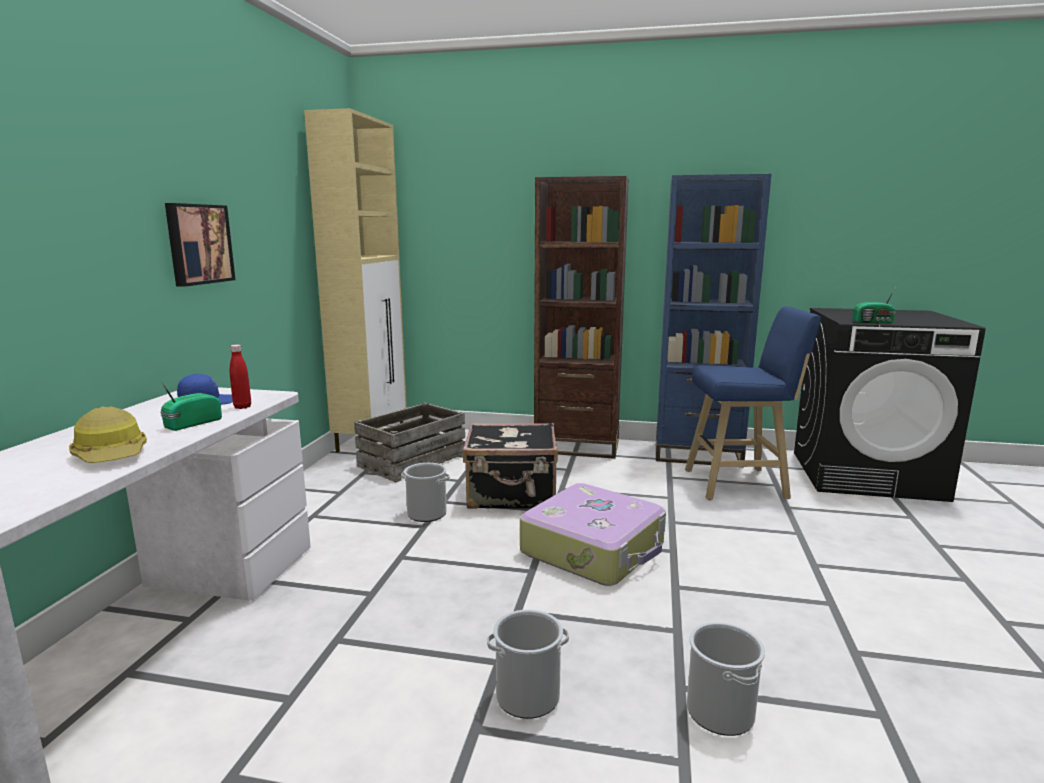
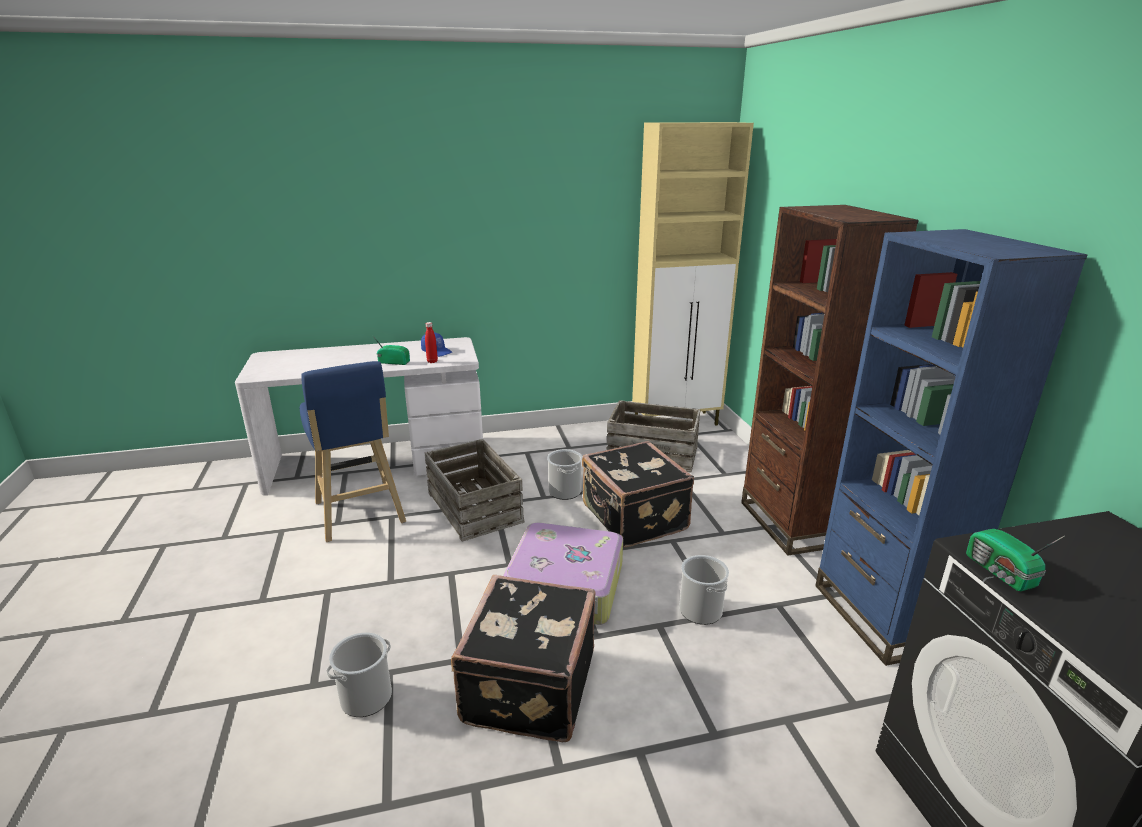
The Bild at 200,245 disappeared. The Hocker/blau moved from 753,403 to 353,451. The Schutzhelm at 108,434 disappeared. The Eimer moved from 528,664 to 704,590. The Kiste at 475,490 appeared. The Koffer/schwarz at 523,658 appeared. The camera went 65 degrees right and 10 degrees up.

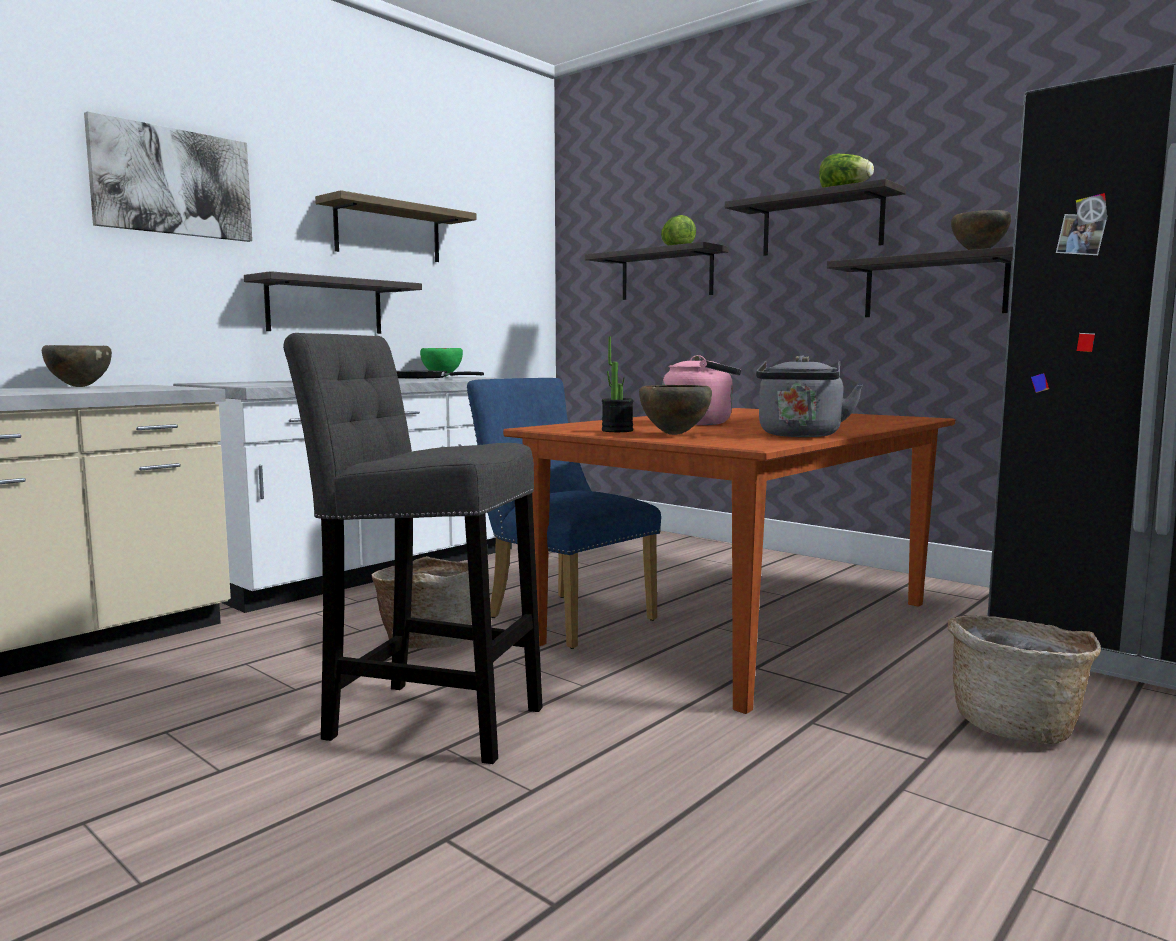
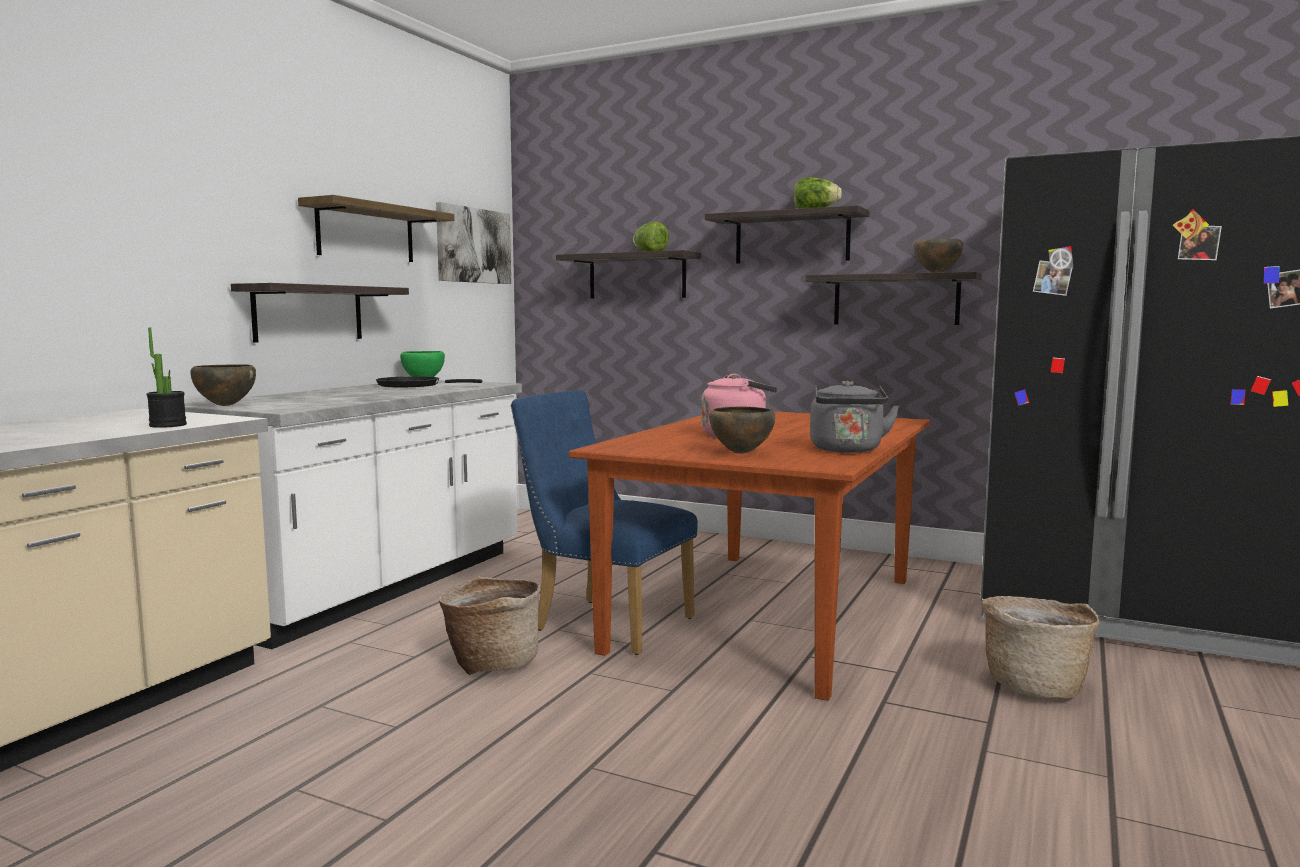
The Bild moved from 168,176 to 473,243. The Hocker/grau at 412,548 disappeared. The Topfpflanze moved from 618,384 to 167,378. The Schüssel/braun moved from 77,366 to 223,385. The camera went 15 degrees left and 0 degrees up.

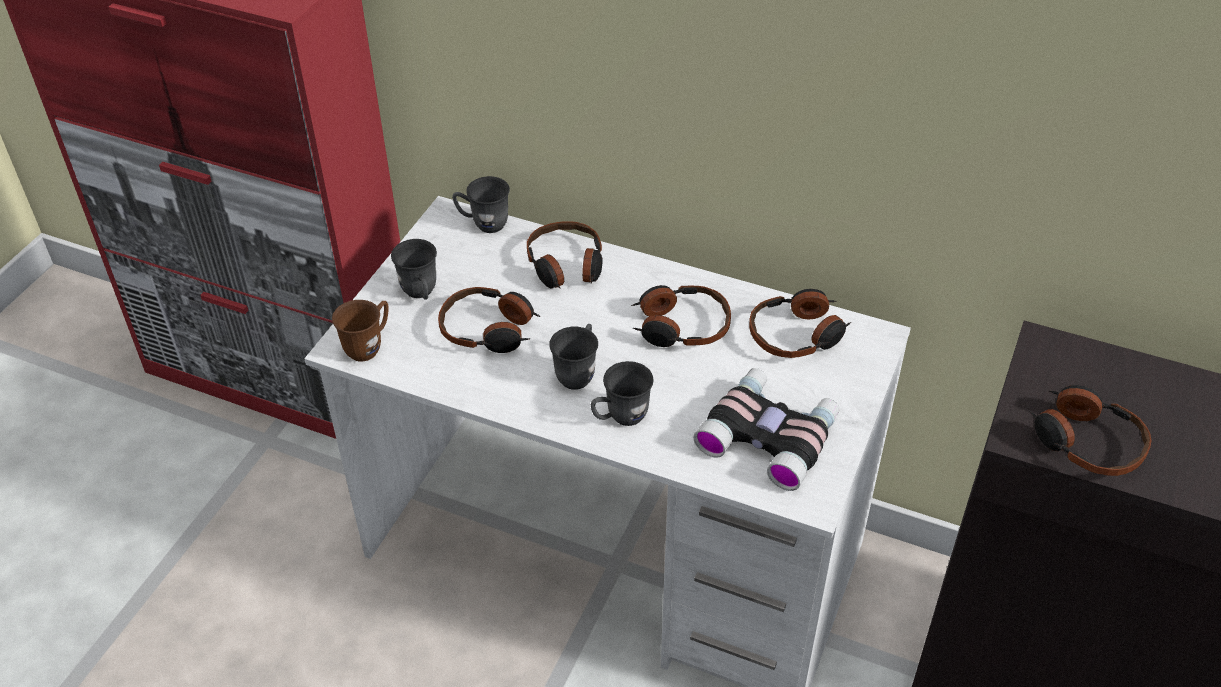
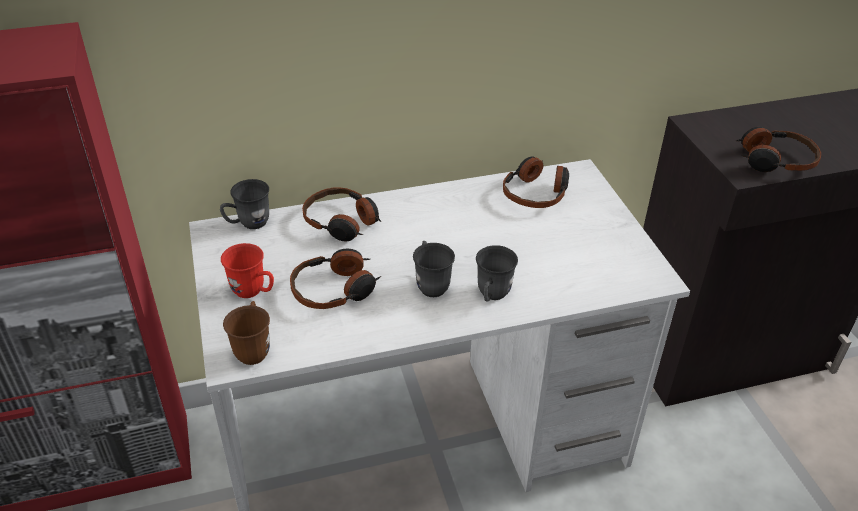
The Henkelbecher/grau at 414,269 became the Henkelbecher/rot at 247,270. The Kopfhörer at 681,316 disappeared. The Fernglas at 766,429 disappeared. The camera went 40 degrees left and 5 degrees down.

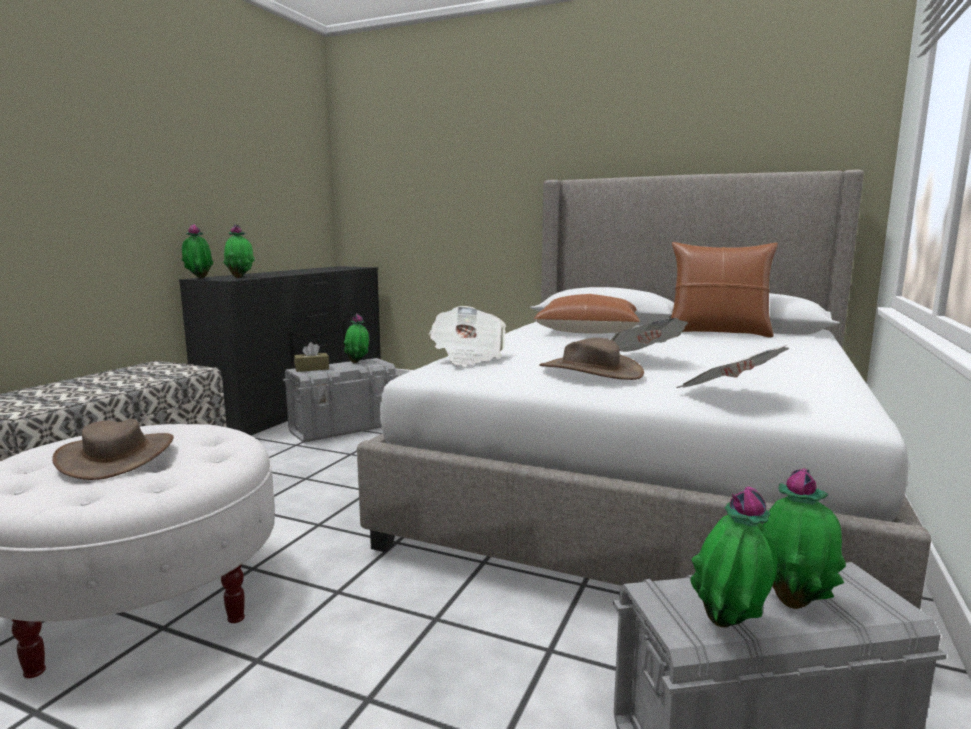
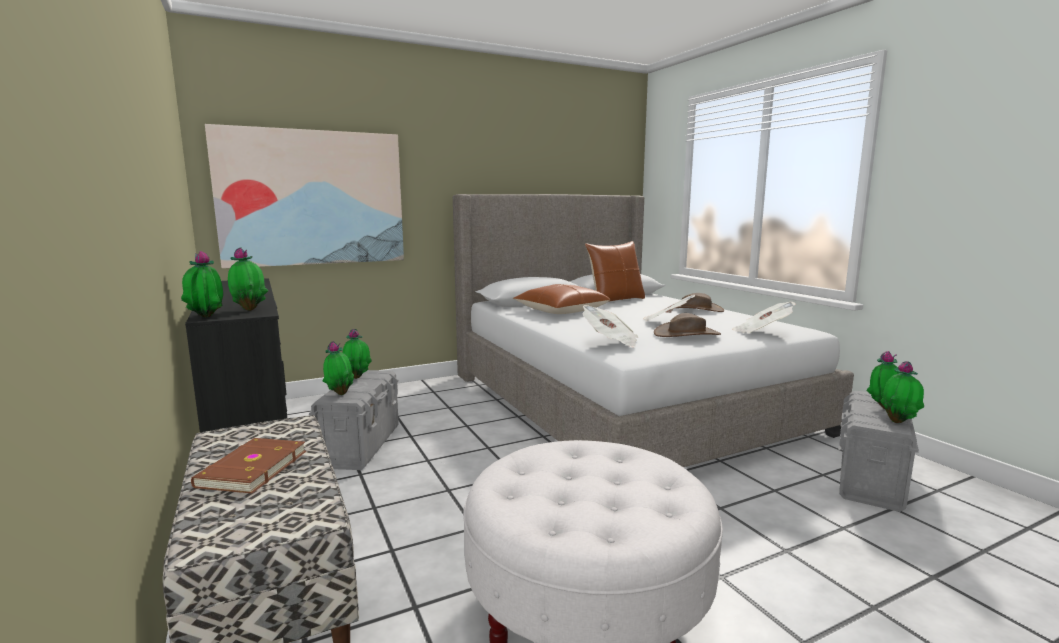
The Taschentuchbox/braun at 311,357 was replaced by the Topfpflanze at 338,368. The Hut/braun moved from 113,449 to 700,302. The Bild at 304,196 appeared. The Buch/braun at 248,466 appeared. The camera went 50 degrees left and 0 degrees up.

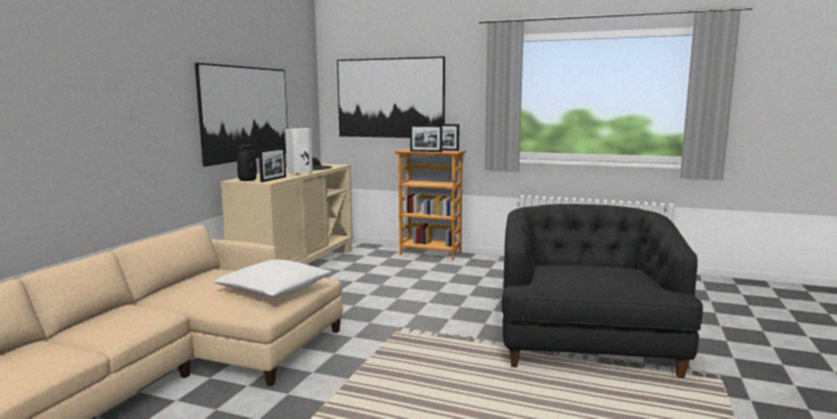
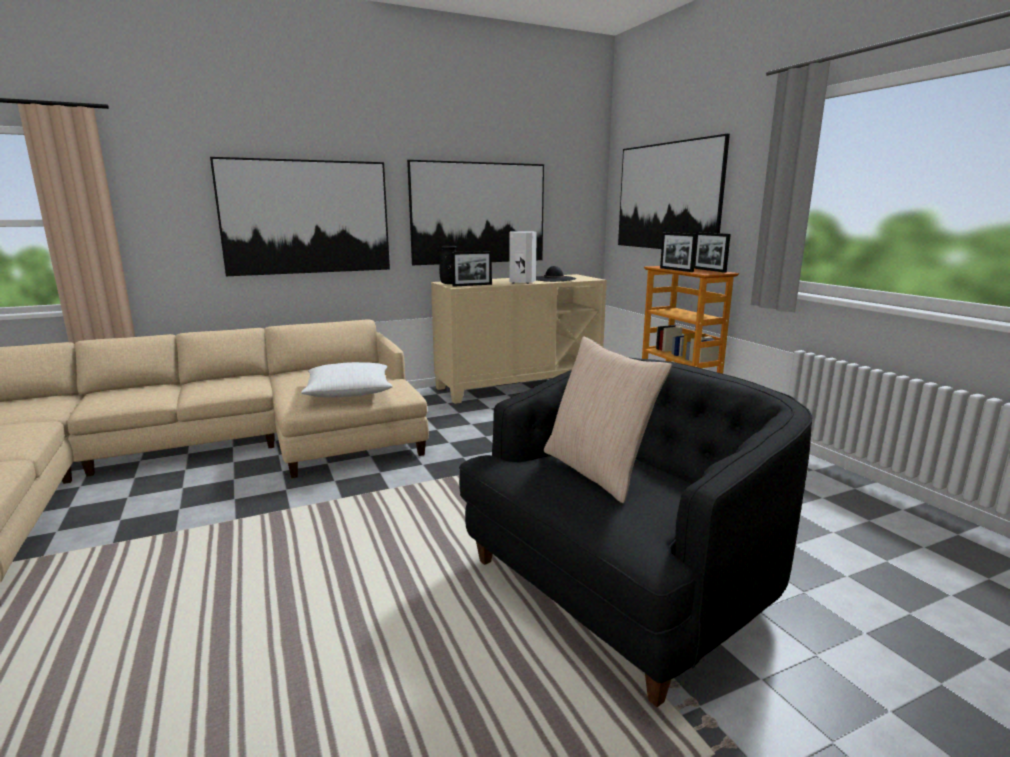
The Bild at 300,216 appeared. The Kissen/beige at 608,419 appeared. The camera went 45 degrees right and 5 degrees up.

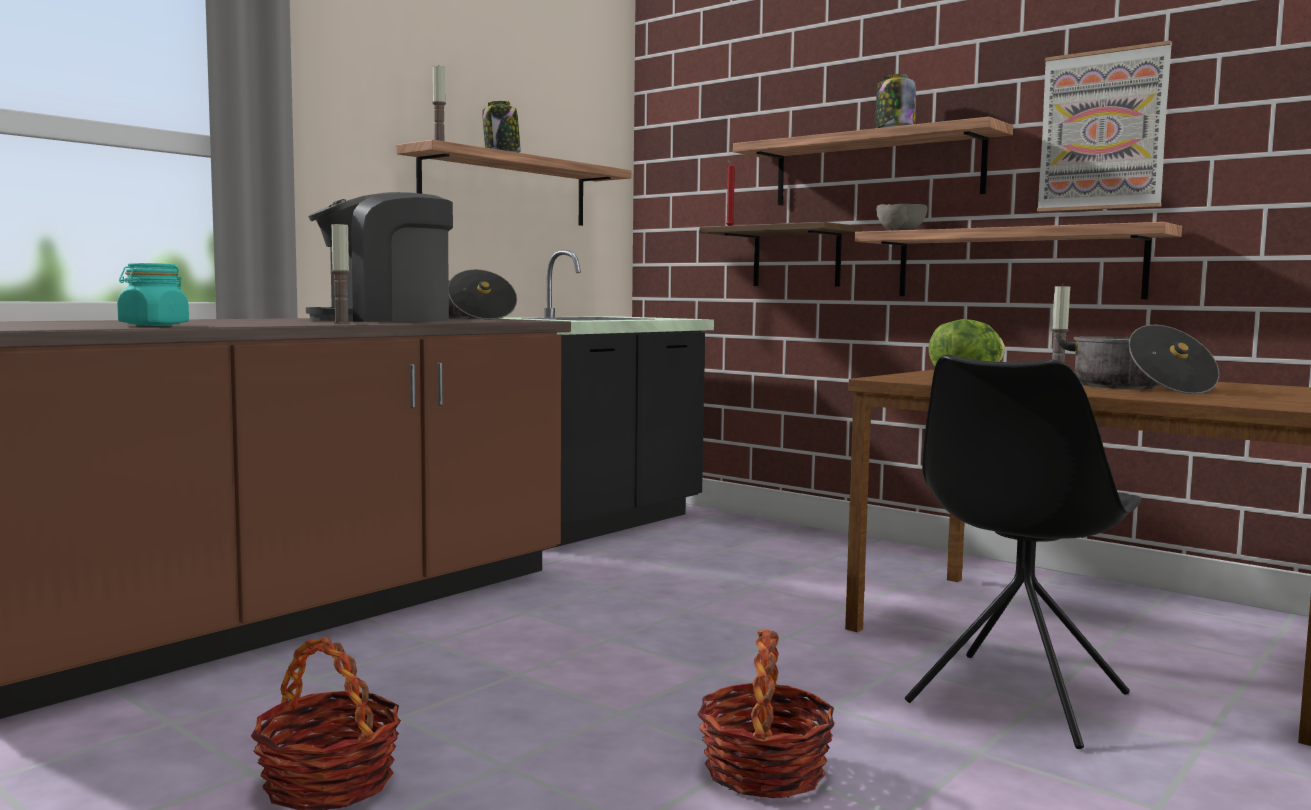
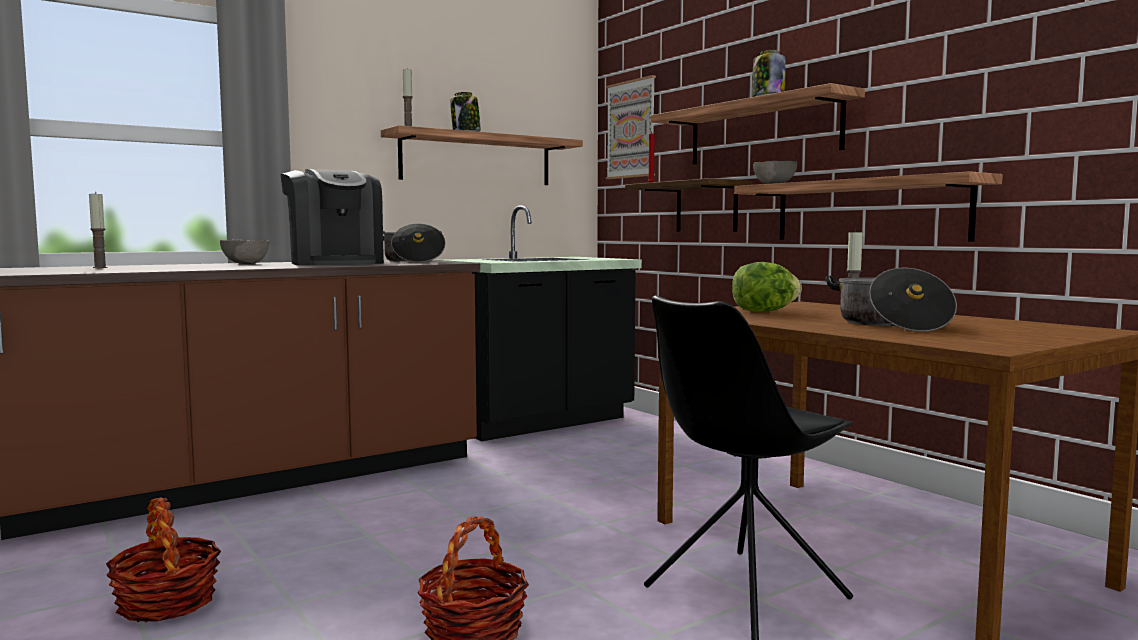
The Bild moved from 1104,126 to 631,127. The Kaffeemaschine at 379,257 turned 105 degrees counterclockwise. The Kerze moved from 341,272 to 98,230. The Vorratsglas/türkis at 153,294 disappeared. The Schüssel/grau at 244,252 appeared. The camera went 15 degrees right and 0 degrees up.

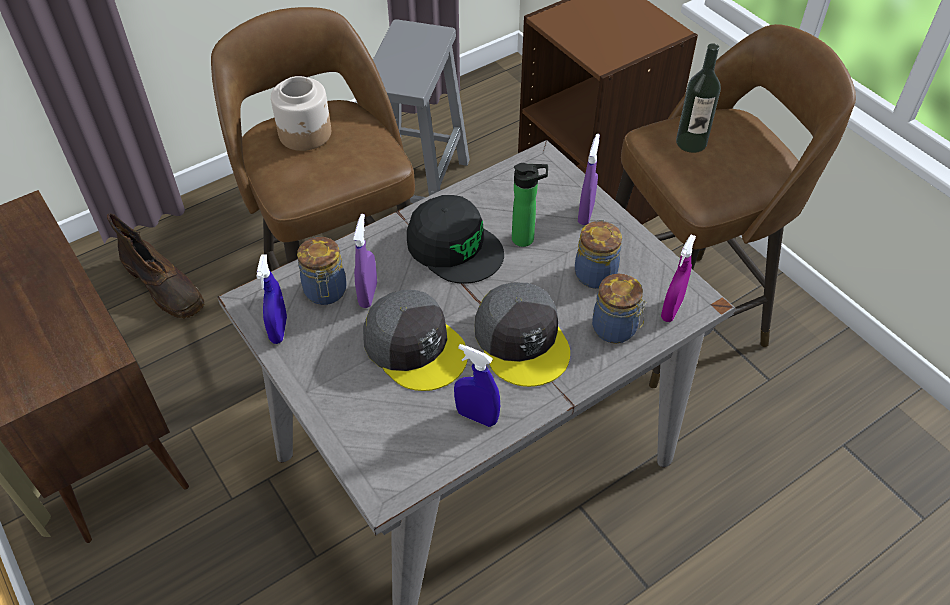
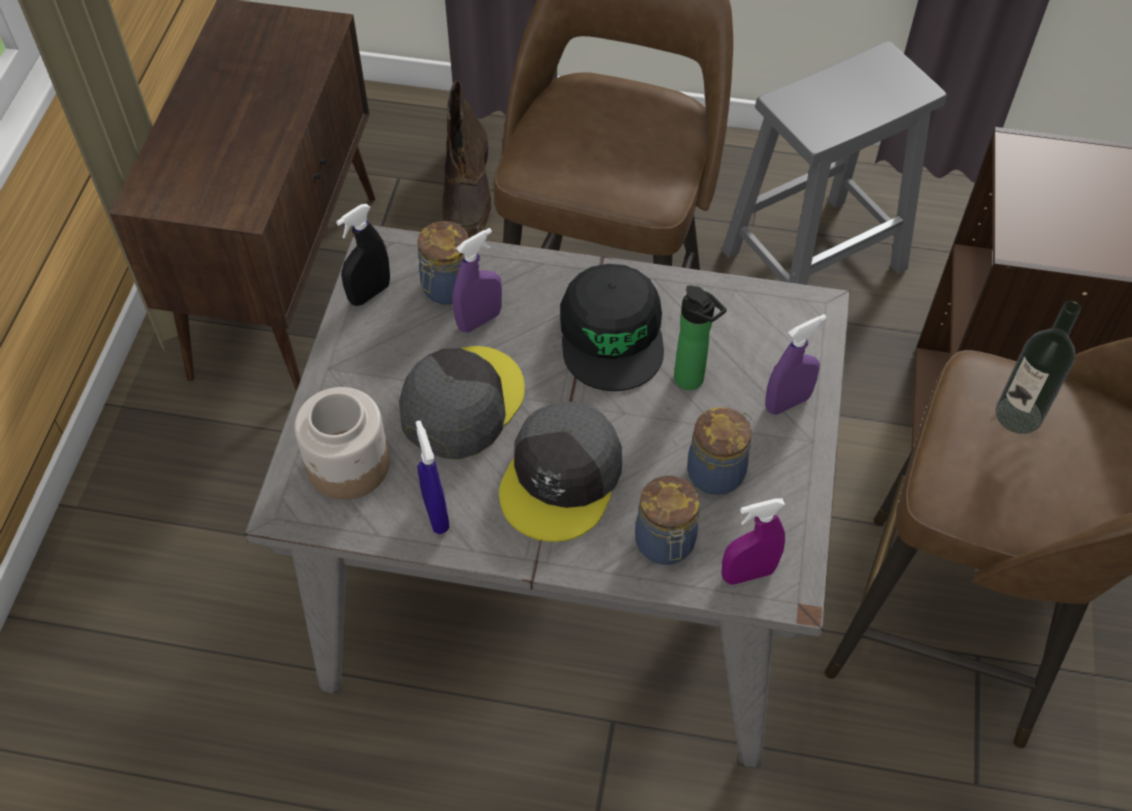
The Vorratsglas moved from 301,113 to 342,443. The Sprühflasche/blau at 271,299 became the Sprühflasche/schwarz at 363,255. The Kappe/grau at 415,340 turned 150 degrees counterclockwise. The camera went 45 degrees right and 5 degrees up.

